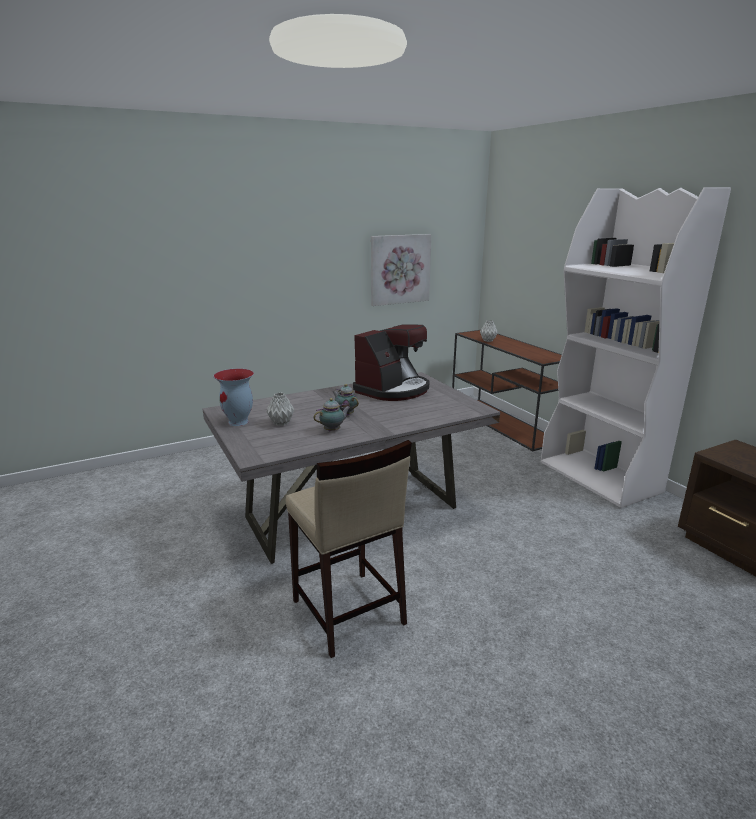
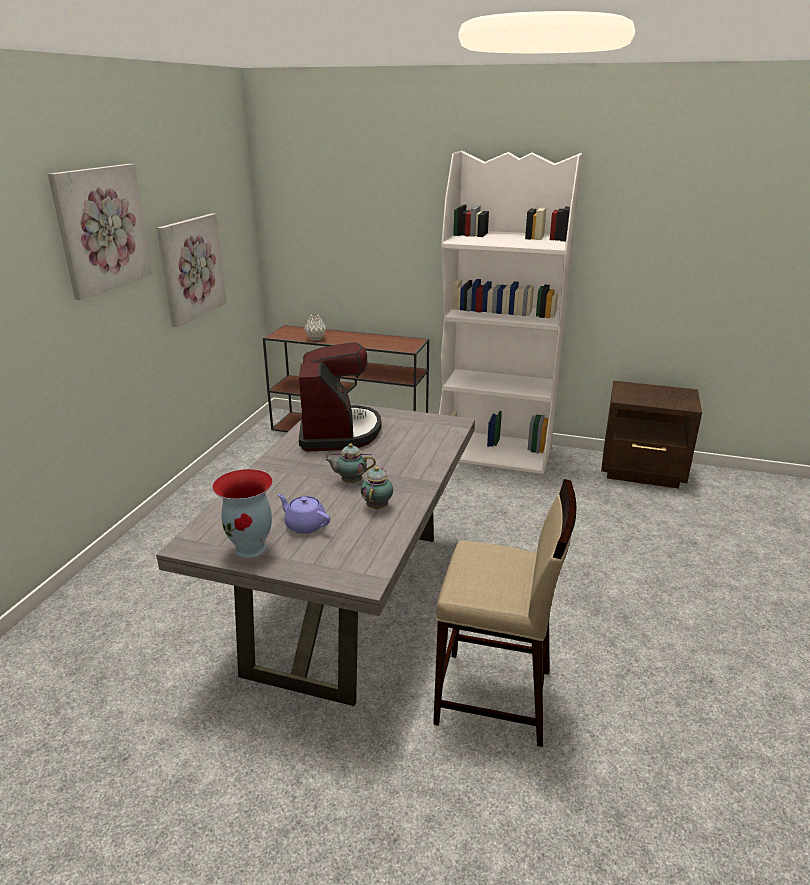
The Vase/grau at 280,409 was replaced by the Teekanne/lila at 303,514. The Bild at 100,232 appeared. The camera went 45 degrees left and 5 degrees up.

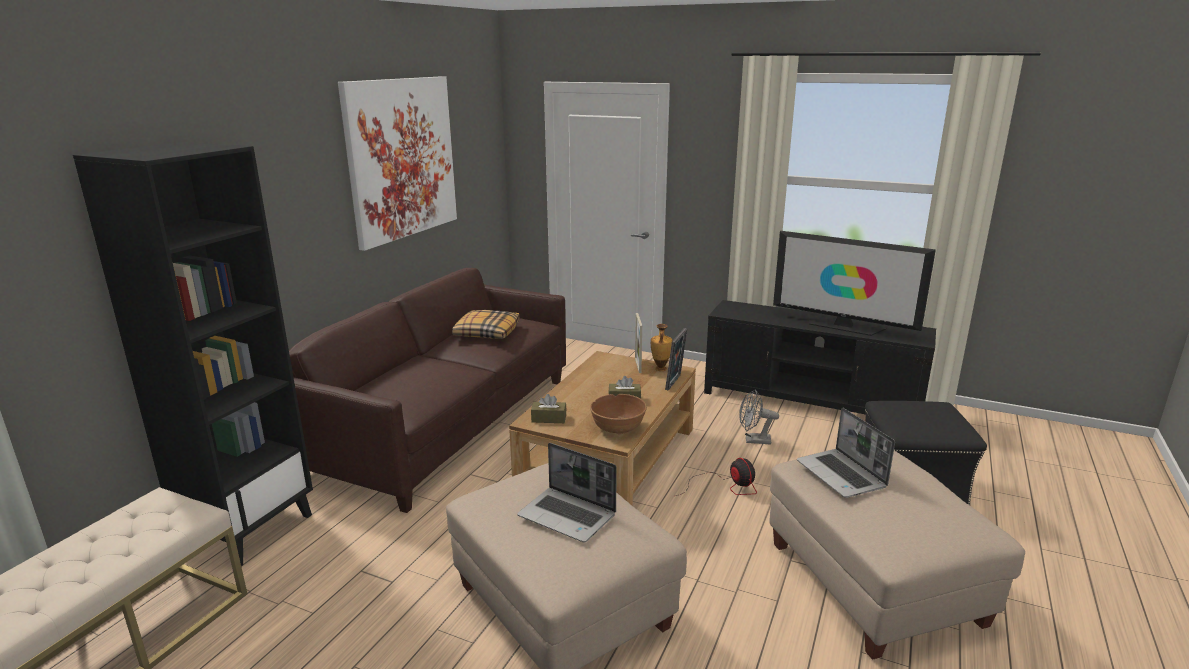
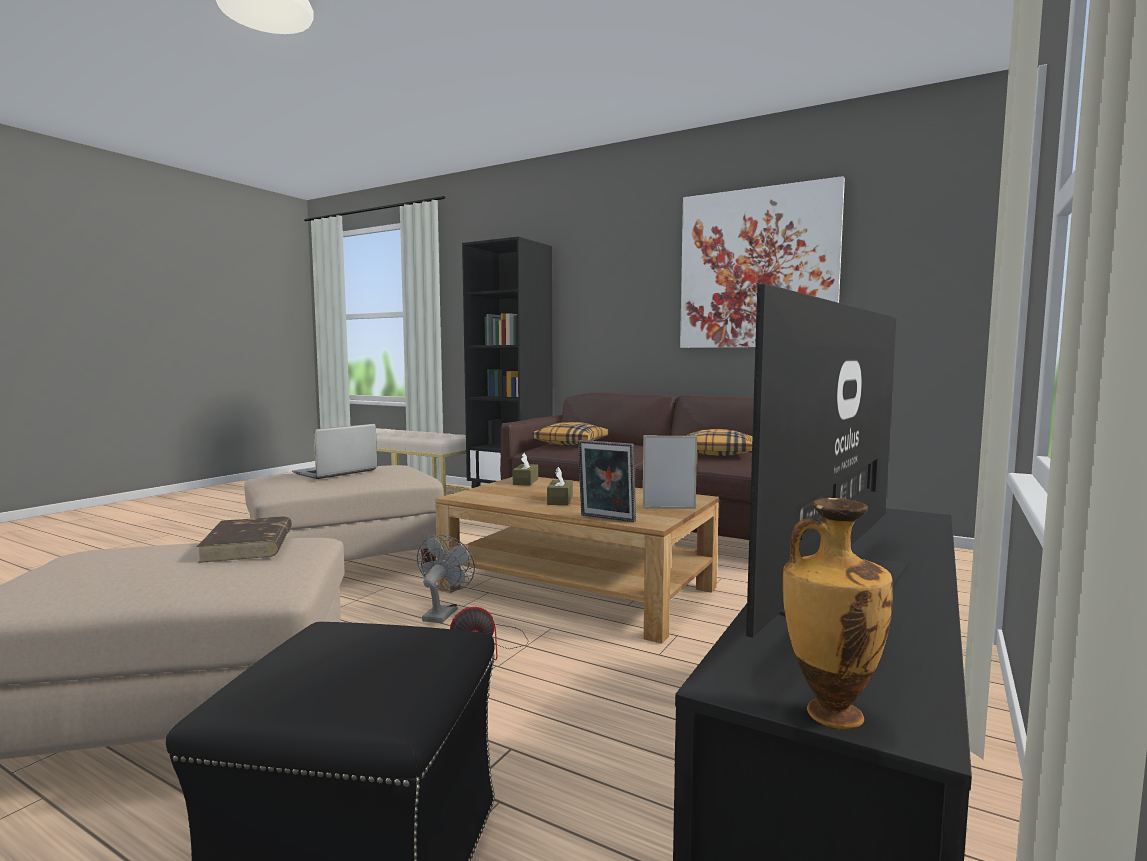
The Vase moved from 662,347 to 838,614. The Ventilator/grau moved from 759,416 to 446,579. The Schüssel/braun at 618,414 disappeared. The Laptop at 846,453 was replaced by the Buch/braun at 244,539. The Kissen at 570,434 appeared. The camera went 95 degrees right and 15 degrees down.

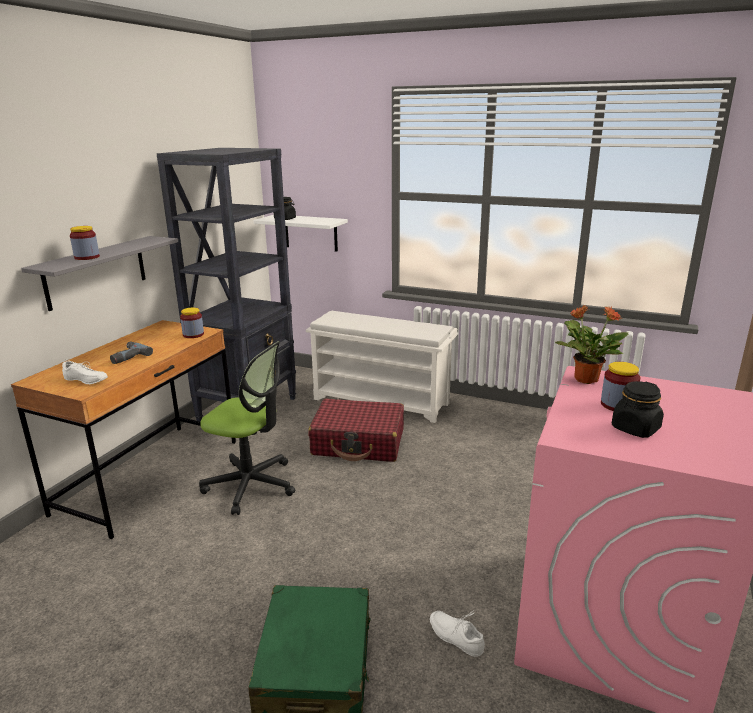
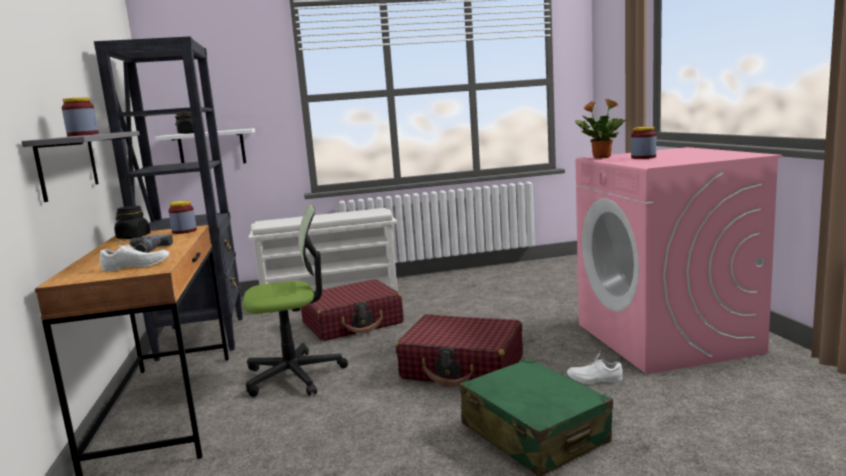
The Vorratsglas/schwarz moved from 638,409 to 132,222. The Koffer/rot at 459,350 appeared. The camera went 35 degrees left and 10 degrees down.

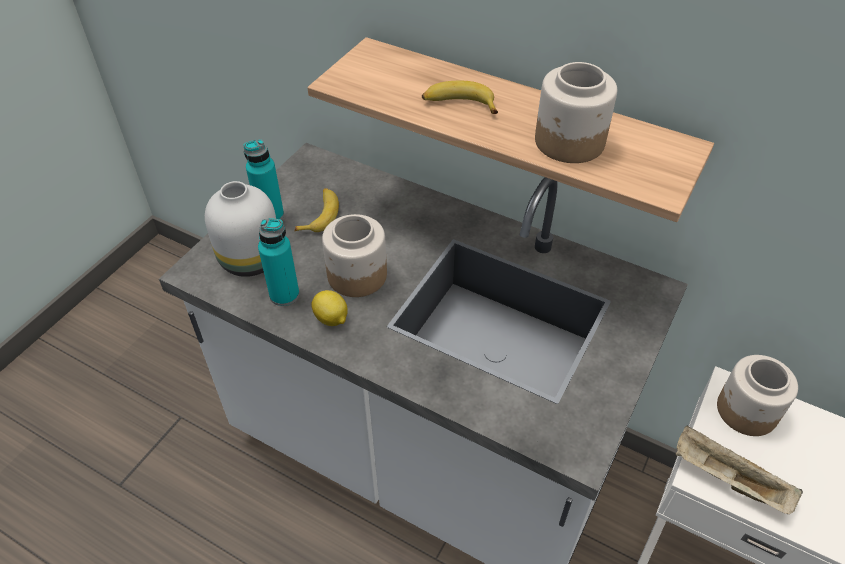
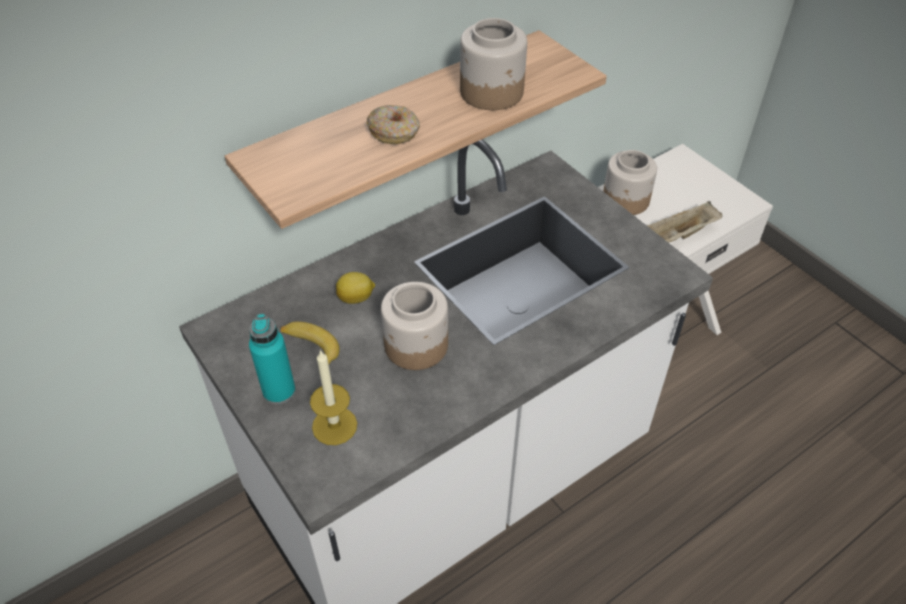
The Banane at 460,97 was replaced by the Donut at 393,124. The Vase/weiß at 240,229 was replaced by the Kerze at 333,397. The Flasche/türkis at 278,262 disappeared. The Zitrone moved from 329,308 to 355,288. The camera went 65 degrees left and 0 degrees up.

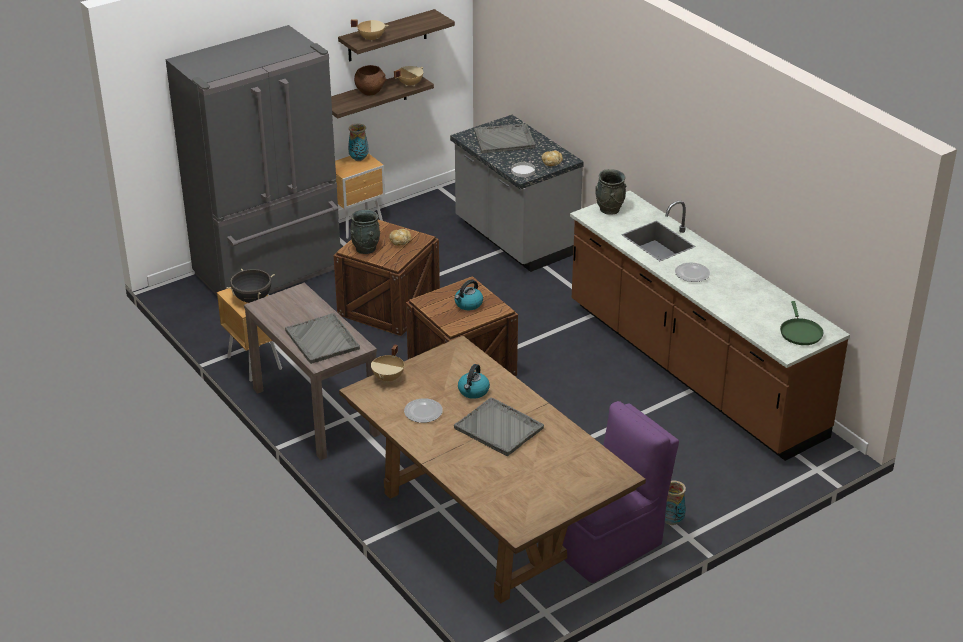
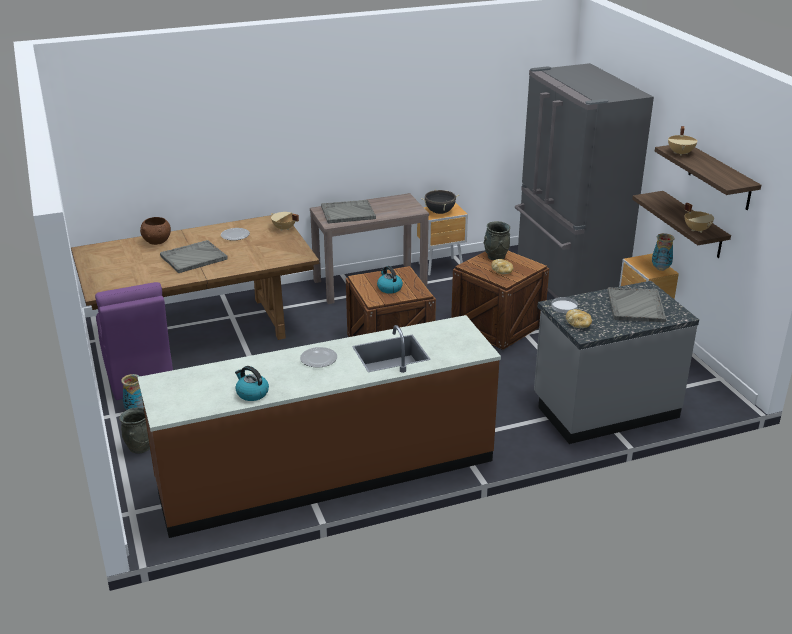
The Schüssel/braun moved from 370,80 to 155,231. The Vase/grau moved from 610,192 to 134,430. The Pfanne/grün at 801,323 disappeared. The Wasserkessel moved from 474,381 to 252,383. The camera went 105 degrees right and 5 degrees down.

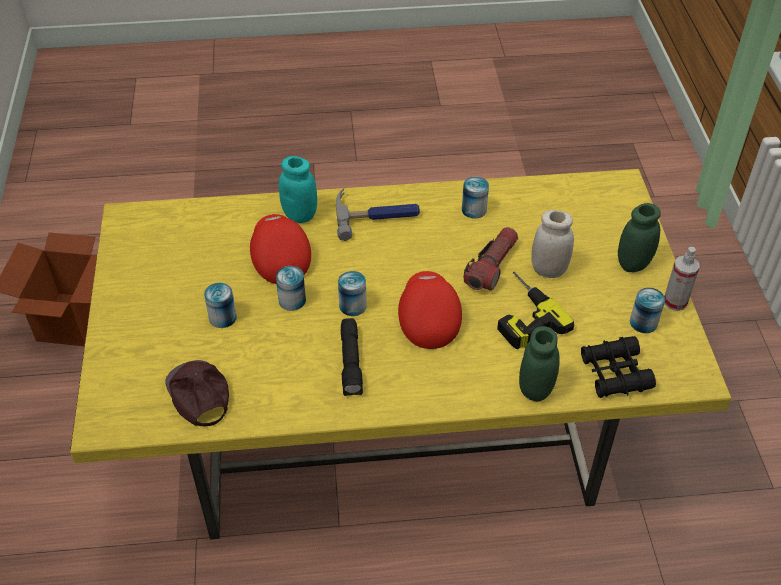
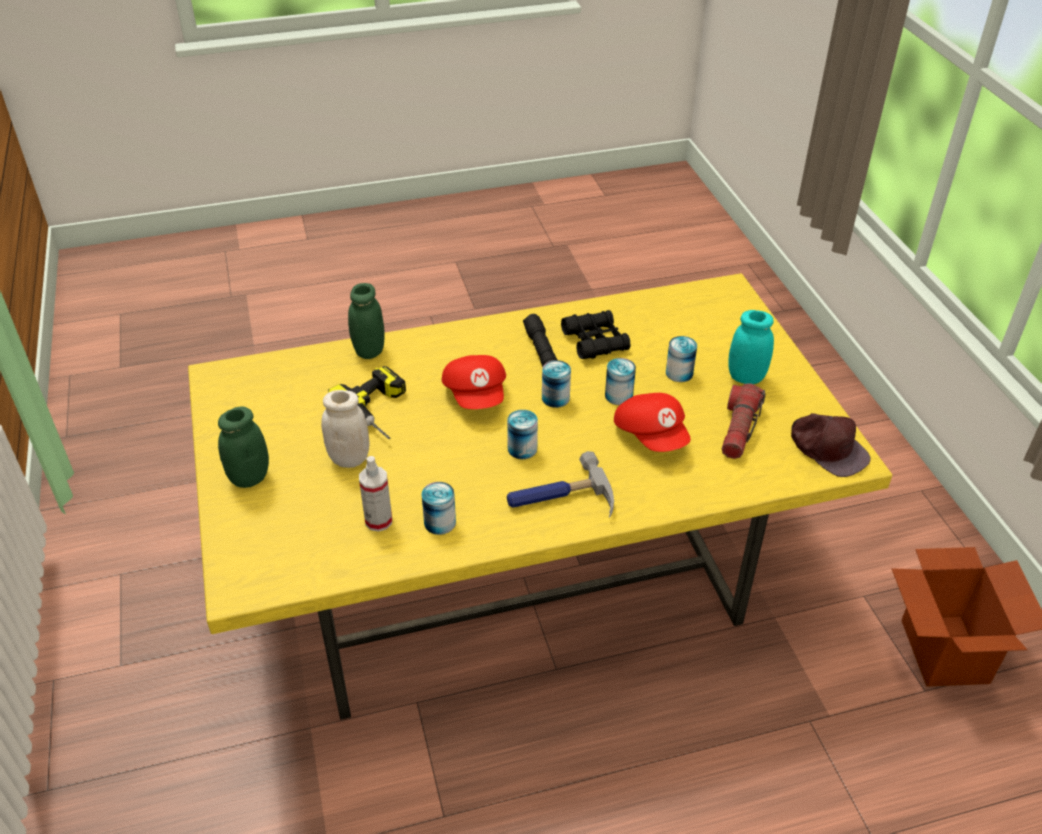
The Vorratsglas/türkis moved from 298,189 to 751,347. The Taschenlampe moved from 491,259 to 744,421. The Sprühflasche moved from 682,279 to 375,494. The Dose moved from 647,310 to 522,434. The Fernglas/schwarz moved from 618,367 to 596,334. The Kappe/braun moved from 197,393 to 831,445. The camera went 170 degrees right and 5 degrees down.

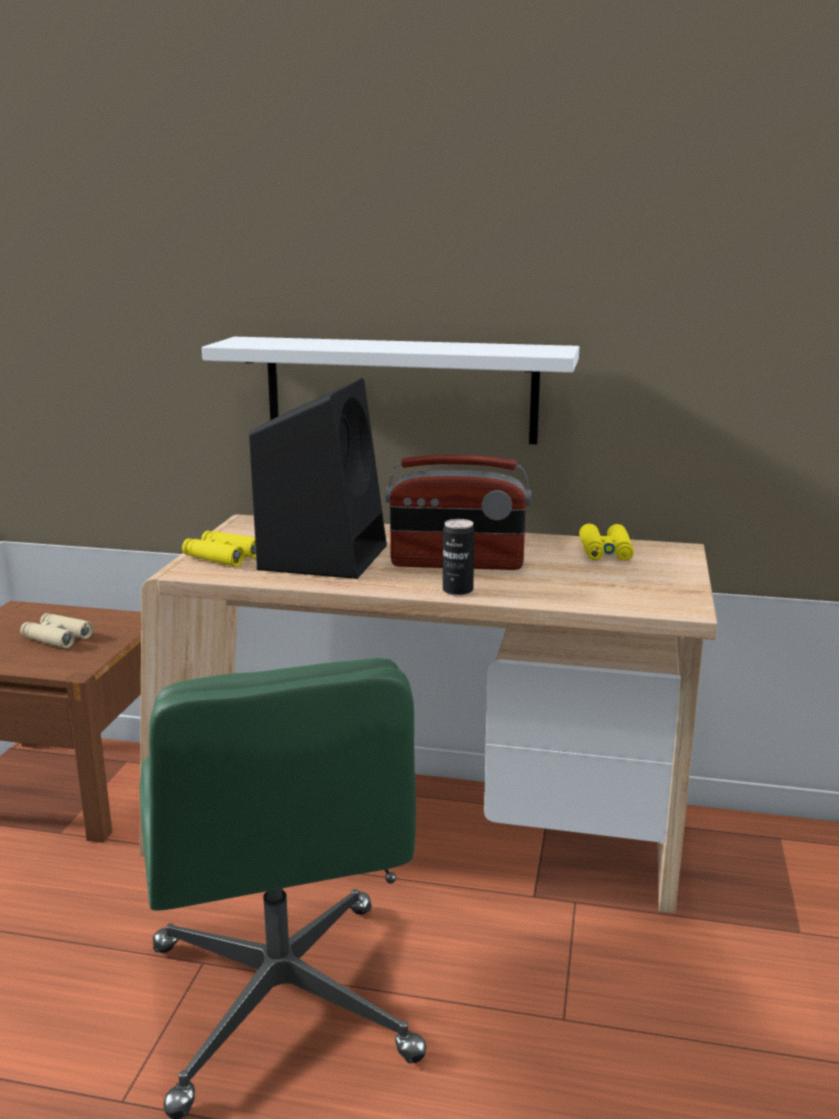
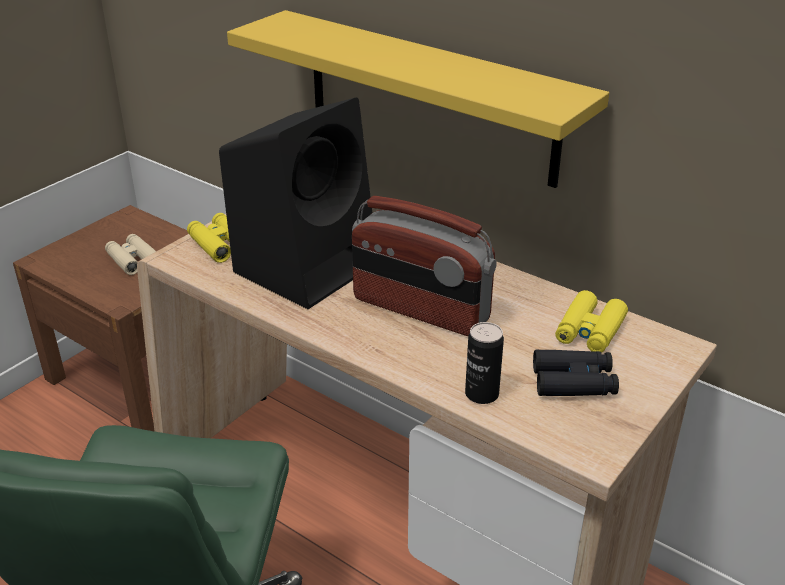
The Wandregal/weiß at 390,391 became the Wandregal/gelb at 418,99. The Dose moved from 458,557 to 484,363. The Fernglas/schwarz at 576,372 appeared. The camera went 25 degrees right and 15 degrees up.

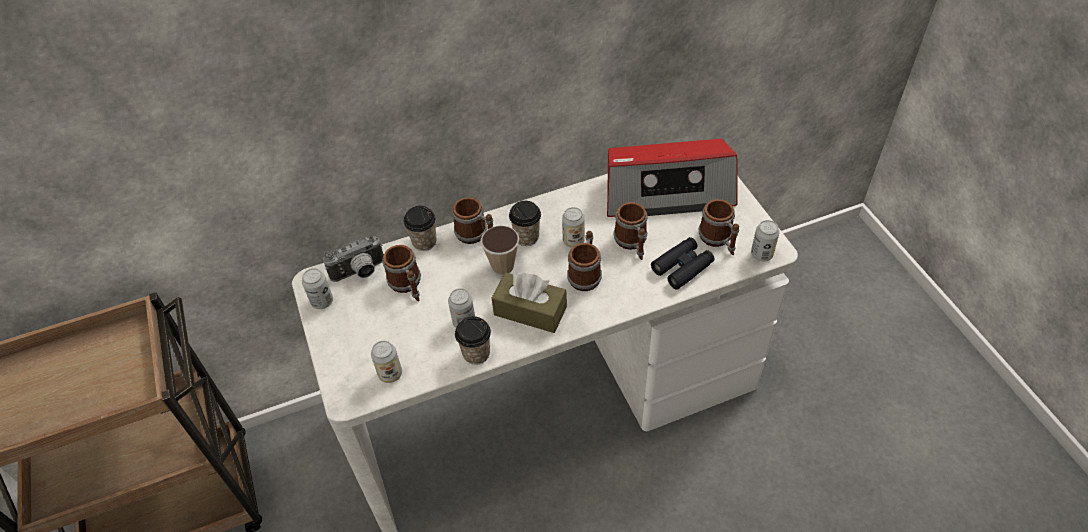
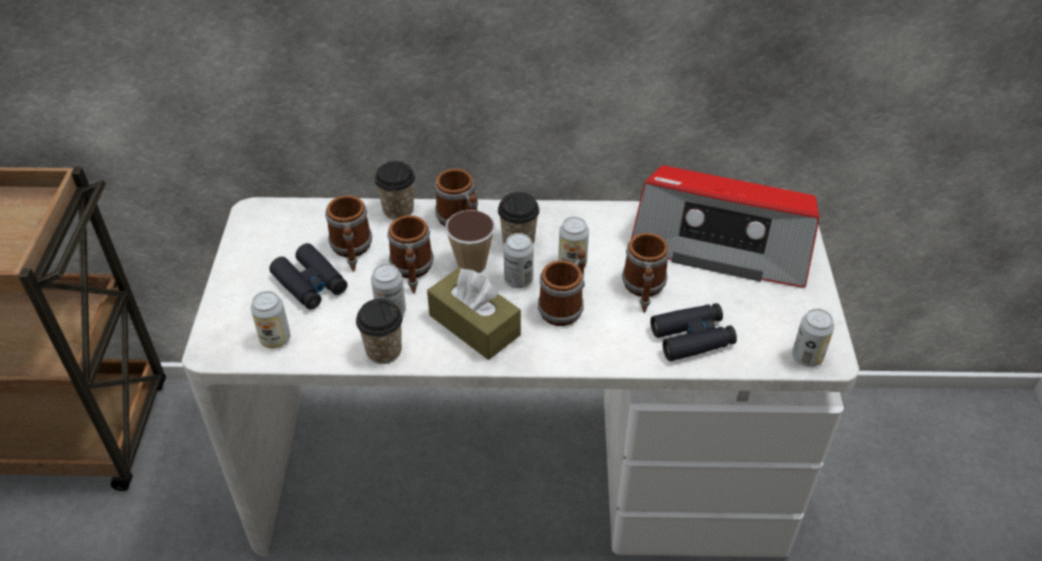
The Henkelbecher moved from 719,227 to 410,254. The Kamera at 353,259 disappeared. The Dose moved from 317,288 to 519,260. The Fernglas/schwarz at 308,276 appeared. The camera went 20 degrees right and 5 degrees down.

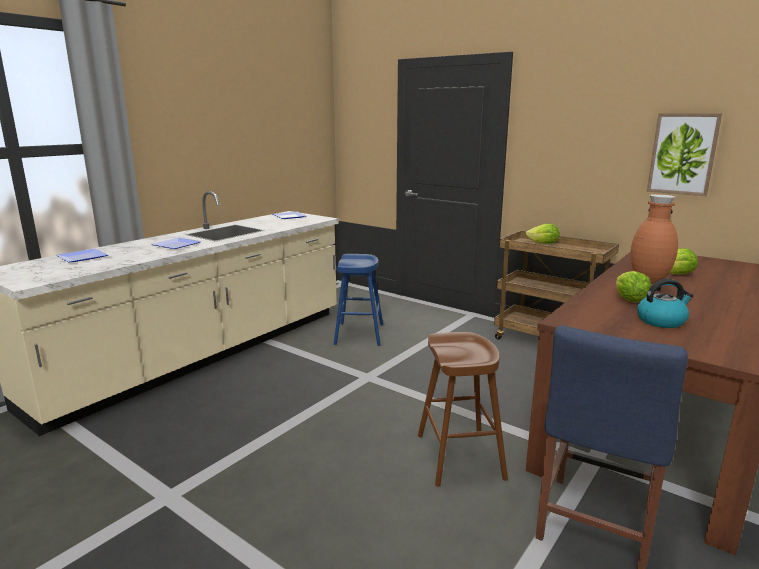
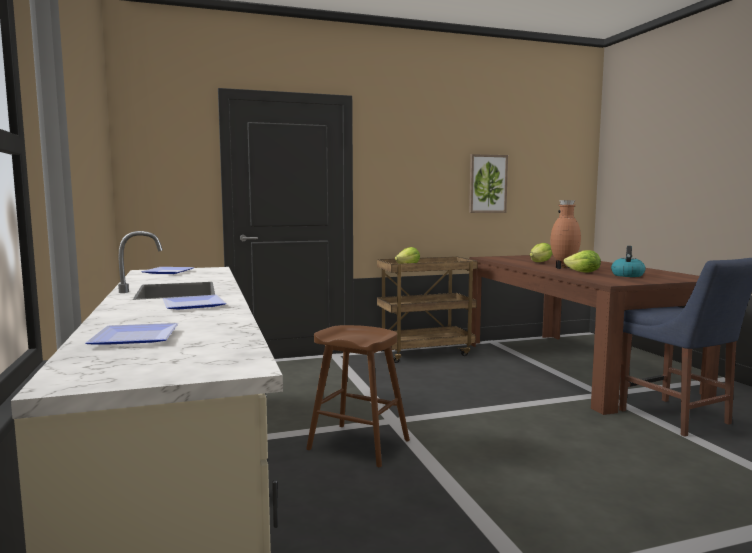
The Hocker/blau at 358,300 disappeared. The Hocker/braun moved from 463,409 to 358,396. The camera went 55 degrees left and 10 degrees down.

